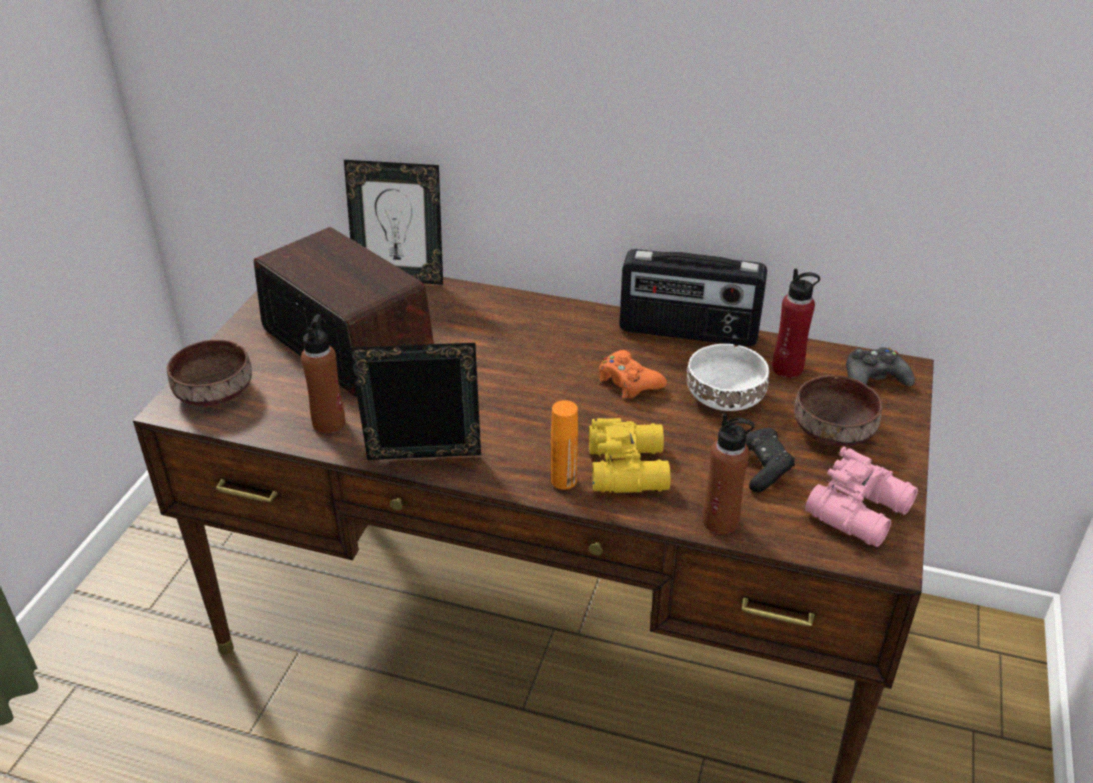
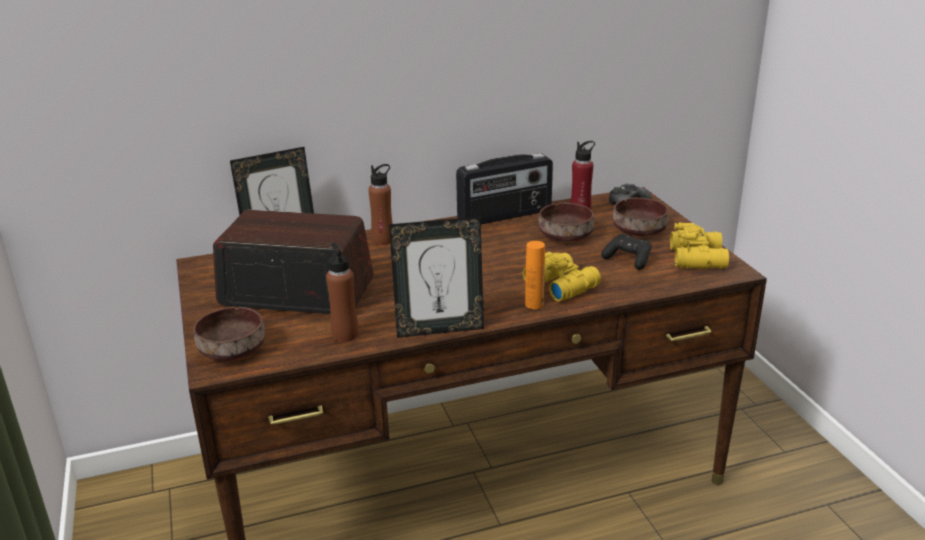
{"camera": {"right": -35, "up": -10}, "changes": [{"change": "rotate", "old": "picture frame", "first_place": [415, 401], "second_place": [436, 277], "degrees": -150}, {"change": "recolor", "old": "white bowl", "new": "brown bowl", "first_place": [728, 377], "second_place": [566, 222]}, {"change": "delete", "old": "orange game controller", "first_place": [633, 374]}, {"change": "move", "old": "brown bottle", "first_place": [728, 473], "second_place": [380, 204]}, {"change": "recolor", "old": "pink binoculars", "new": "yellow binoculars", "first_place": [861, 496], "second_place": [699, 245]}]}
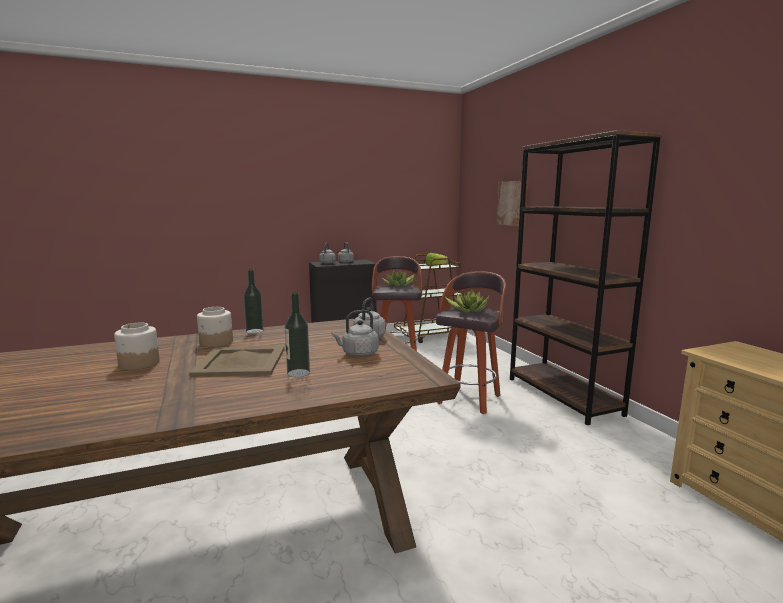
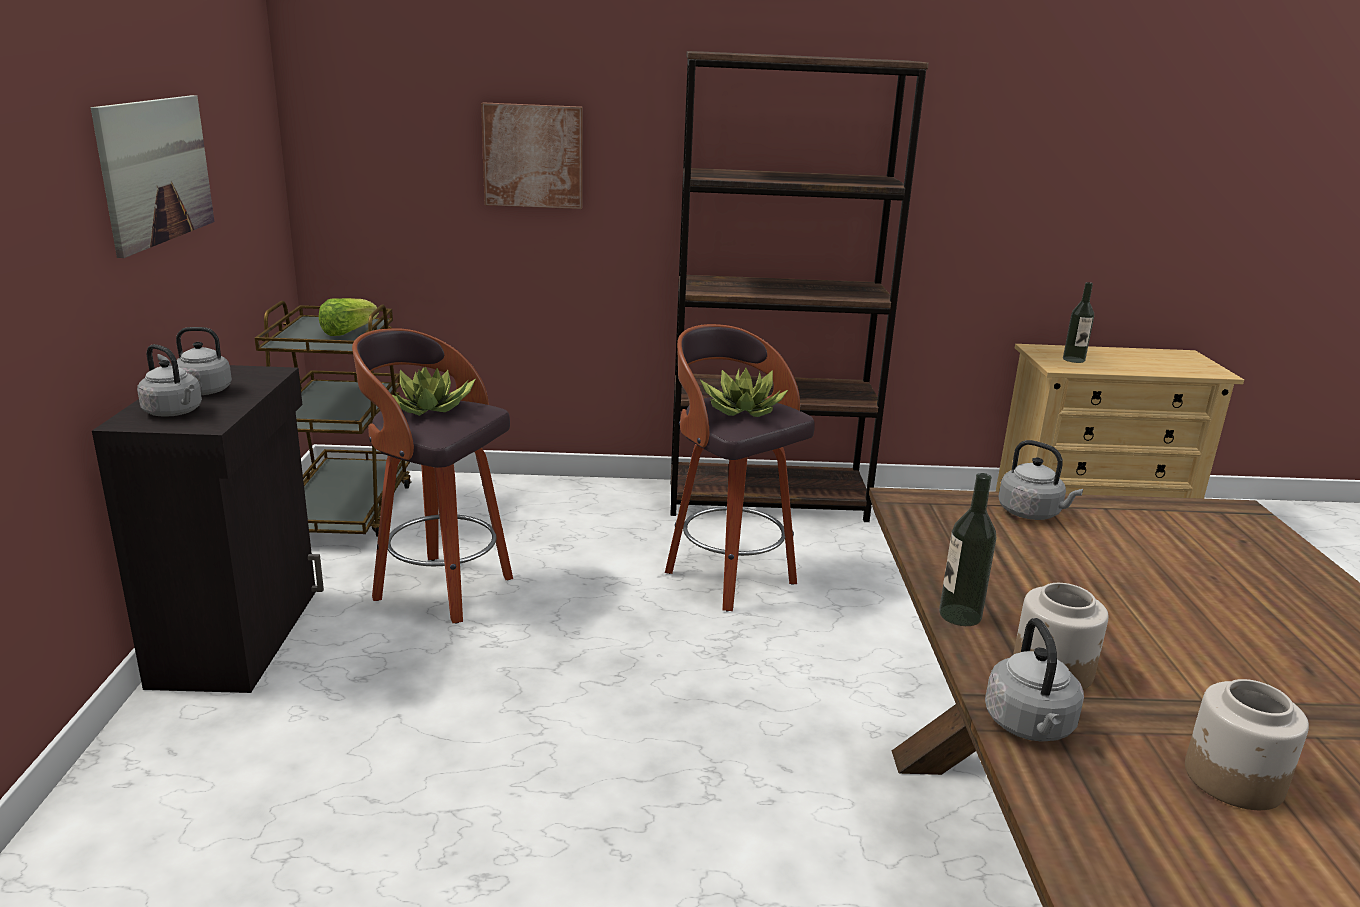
{"camera": {"right": -70, "up": 10}, "changes": [{"change": "move", "old": "bottle", "first_place": [297, 334], "second_place": [1078, 322]}, {"change": "move", "old": "grey kettle", "first_place": [355, 333], "second_place": [1034, 680]}, {"change": "delete", "old": "beige tray", "first_place": [237, 361]}, {"change": "insert", "new": "picture", "second_place": [152, 176]}]}
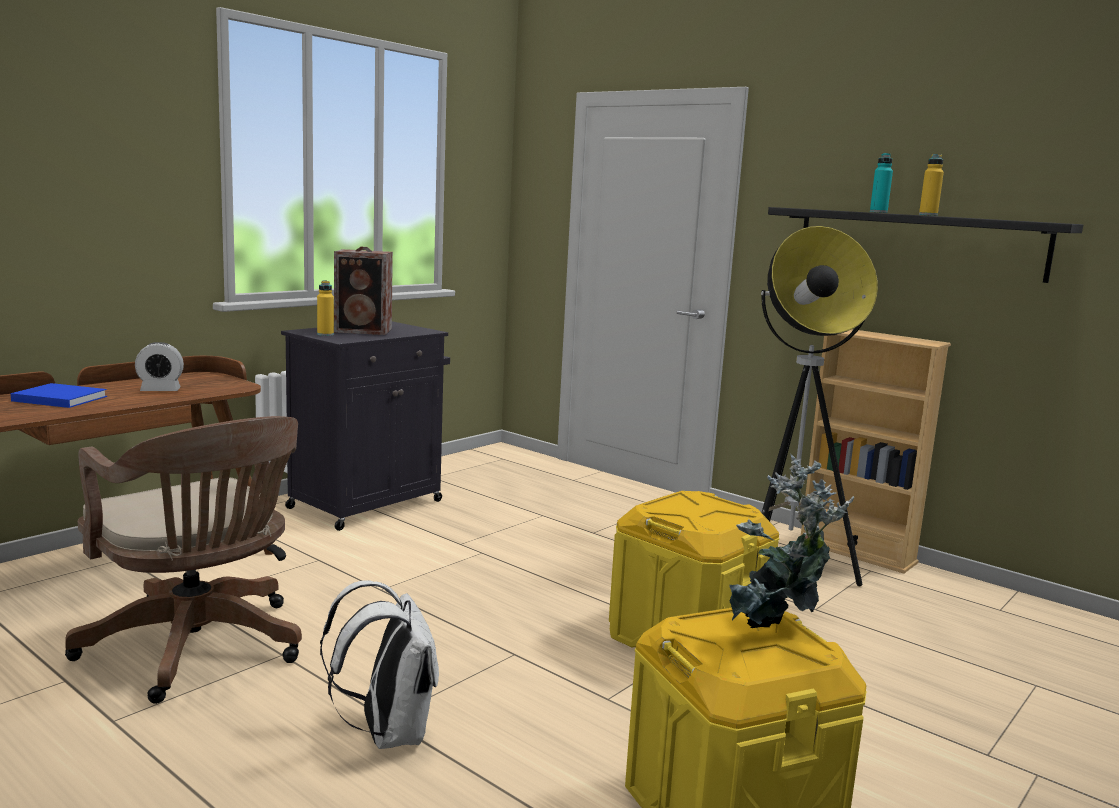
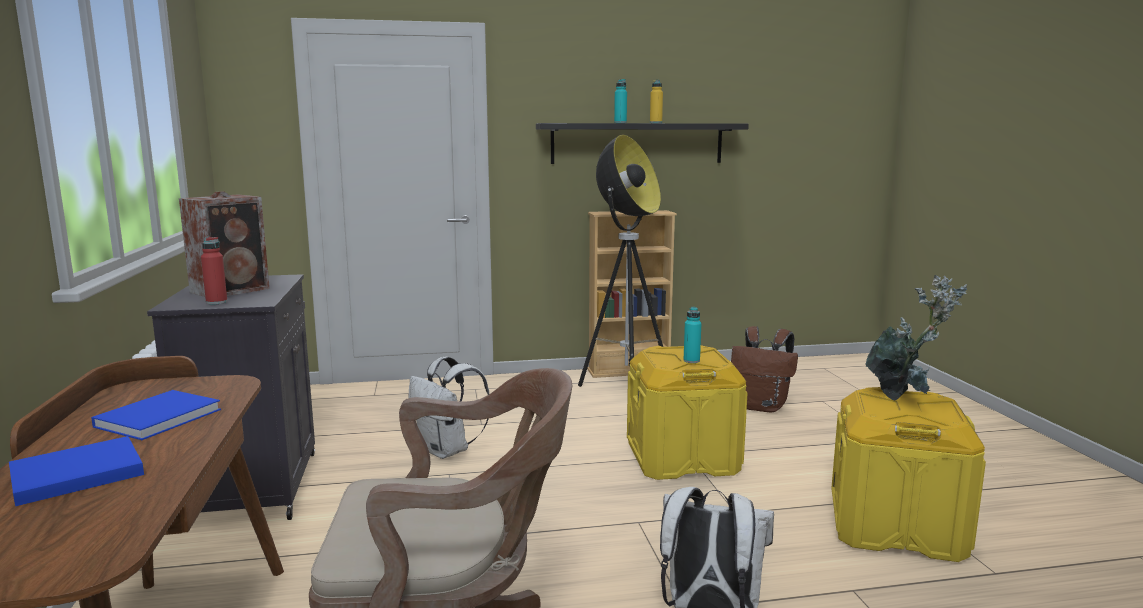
{"camera": {"right": -50, "up": 0}, "changes": [{"change": "recolor", "old": "yellow bottle", "new": "red bottle", "first_place": [325, 308], "second_place": [214, 270]}, {"change": "replace", "old": "alarm clock", "new": "blue book", "first_place": [159, 366], "second_place": [156, 415]}, {"change": "insert", "new": "turquoise bottle", "second_place": [692, 335]}, {"change": "insert", "new": "brown backpack", "second_place": [764, 369]}, {"change": "insert", "new": "white backpack", "second_place": [449, 407]}]}
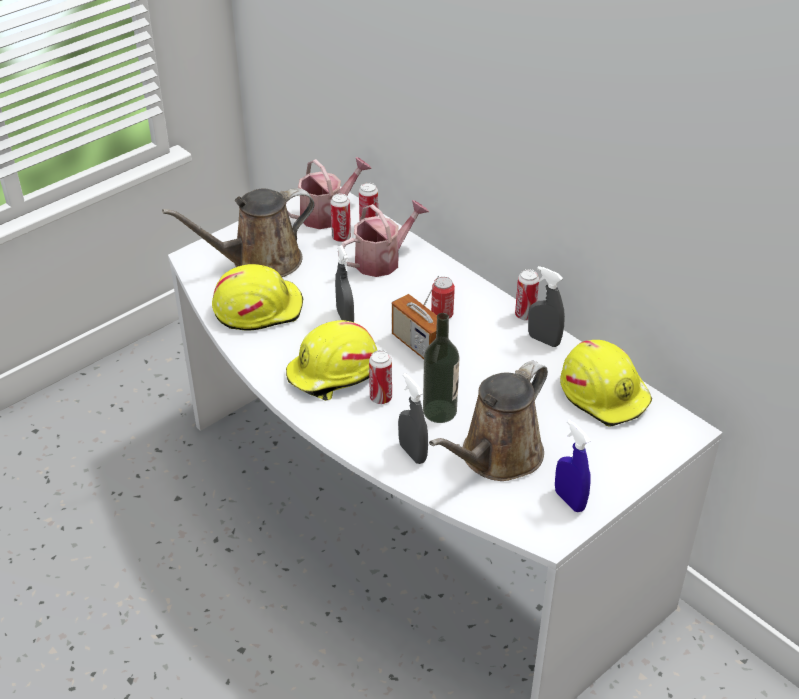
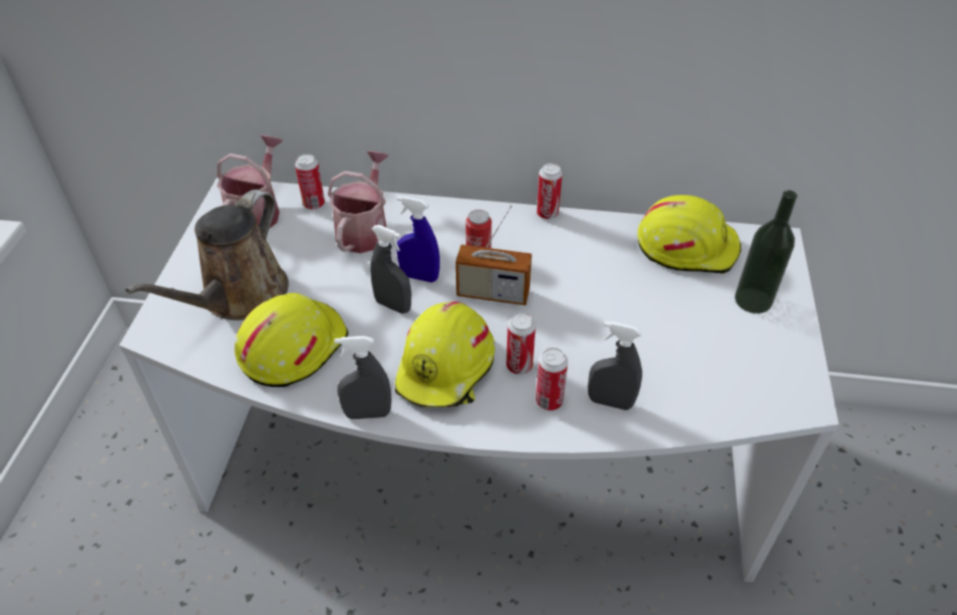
{"camera": {"right": -40, "up": 5}, "changes": [{"change": "move", "old": "can", "first_place": [340, 217], "second_place": [552, 379]}, {"change": "move", "old": "grey spray bottle", "first_place": [546, 306], "second_place": [363, 377]}, {"change": "move", "old": "bottle", "first_place": [441, 368], "second_place": [766, 252]}, {"change": "delete", "old": "brown watering can", "first_place": [488, 421]}, {"change": "move", "old": "blue spray bottle", "first_place": [572, 465], "second_place": [418, 239]}]}
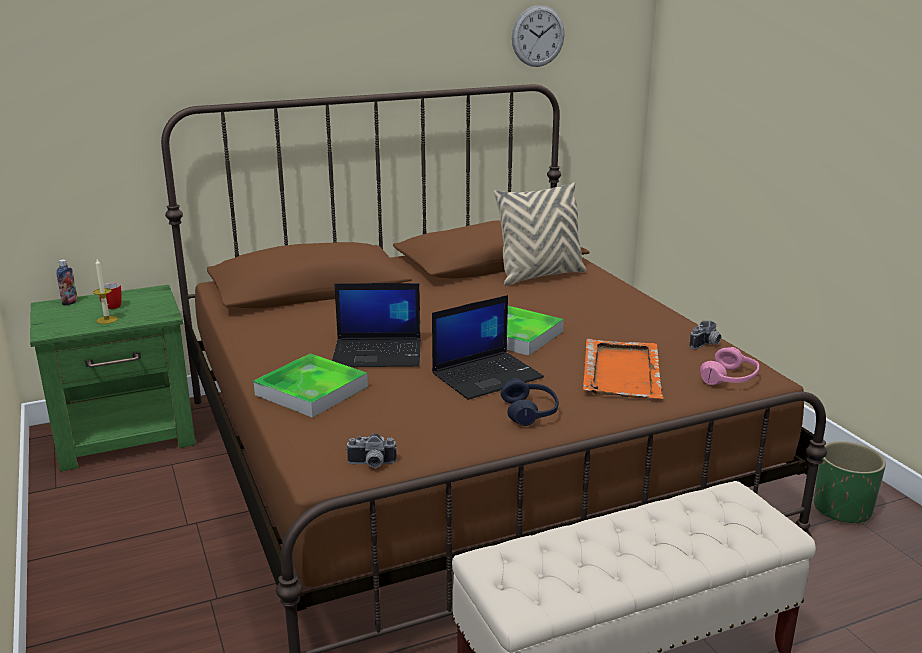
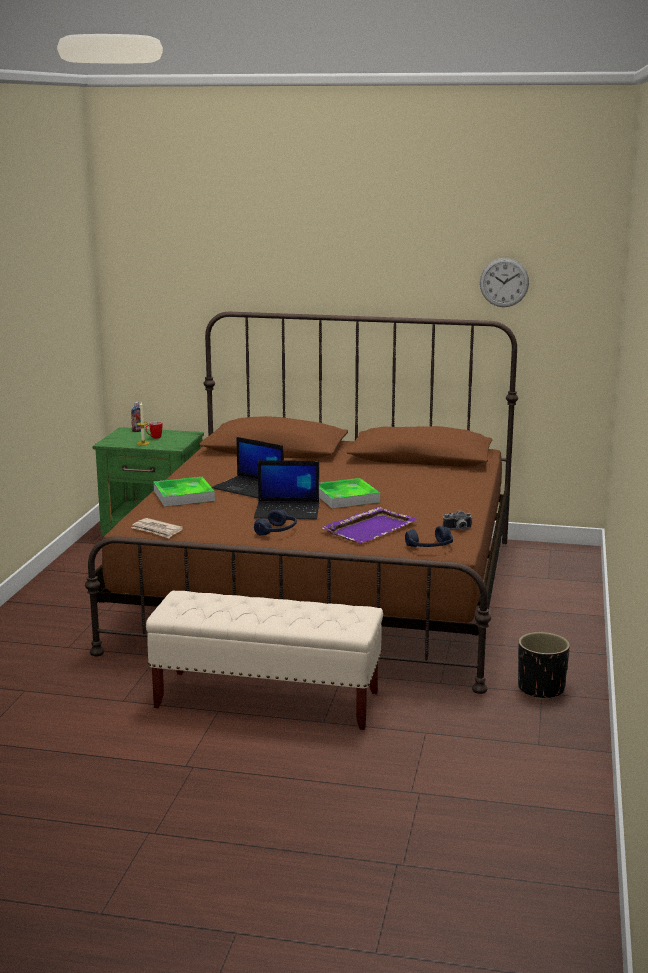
{"camera": {"right": 35, "up": -5}, "changes": [{"change": "delete", "old": "beige pillow", "first_place": [540, 234]}, {"change": "recolor", "old": "orange tray", "new": "purple tray", "first_place": [623, 369], "second_place": [369, 525]}, {"change": "recolor", "old": "pink headphones", "new": "blue headphones", "first_place": [729, 366], "second_place": [429, 536]}, {"change": "replace", "old": "photo camera", "new": "newspaper", "first_place": [371, 450], "second_place": [157, 528]}, {"change": "recolor", "old": "green planter", "new": "black planter", "first_place": [850, 483], "second_place": [544, 666]}]}
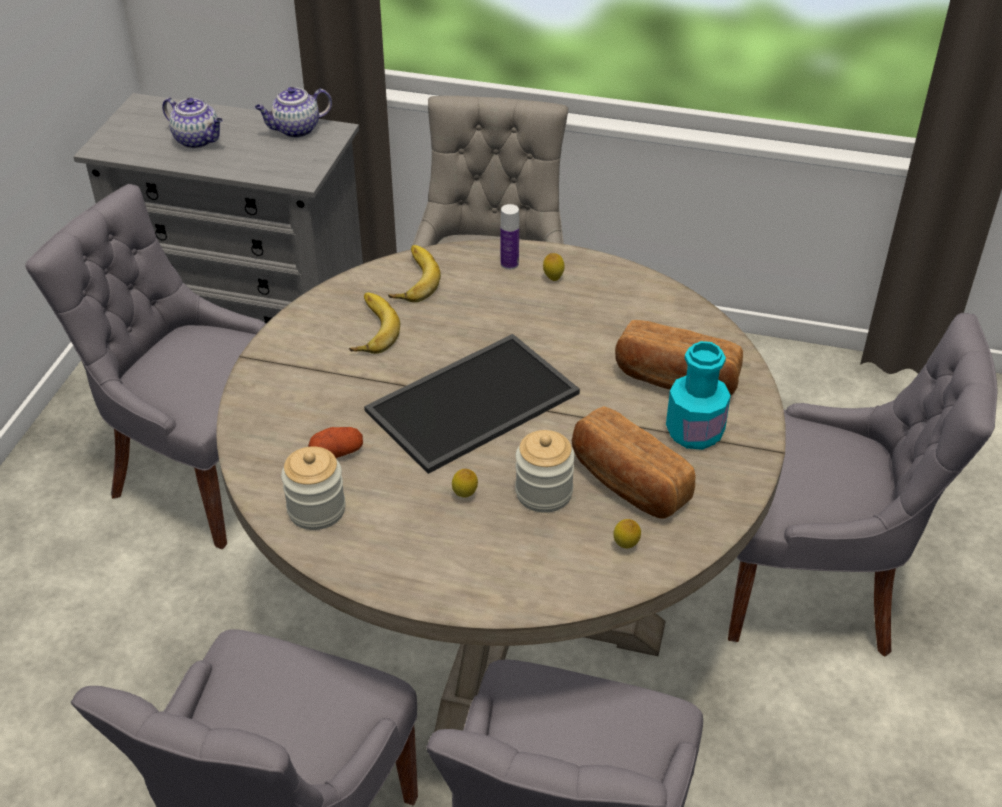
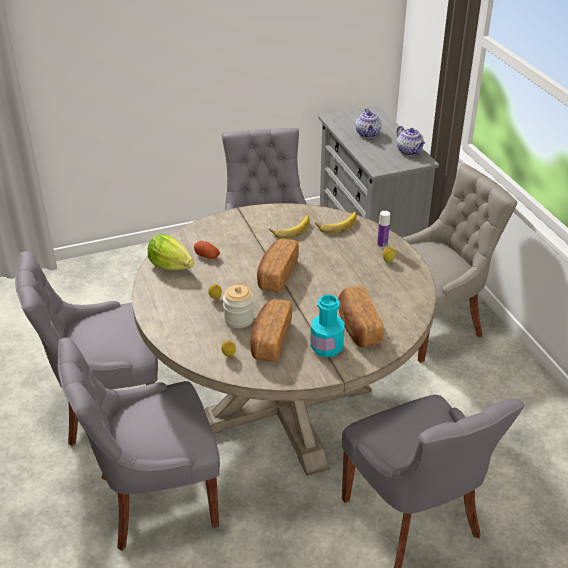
{"camera": {"right": 55, "up": -5}, "changes": [{"change": "rotate", "old": "teapot", "first_place": [293, 112], "second_place": [411, 141], "degrees": -150}, {"change": "replace", "old": "tray", "new": "bread", "first_place": [472, 404], "second_place": [278, 265]}, {"change": "replace", "old": "jar", "new": "lettuce", "first_place": [313, 488], "second_place": [171, 252]}]}
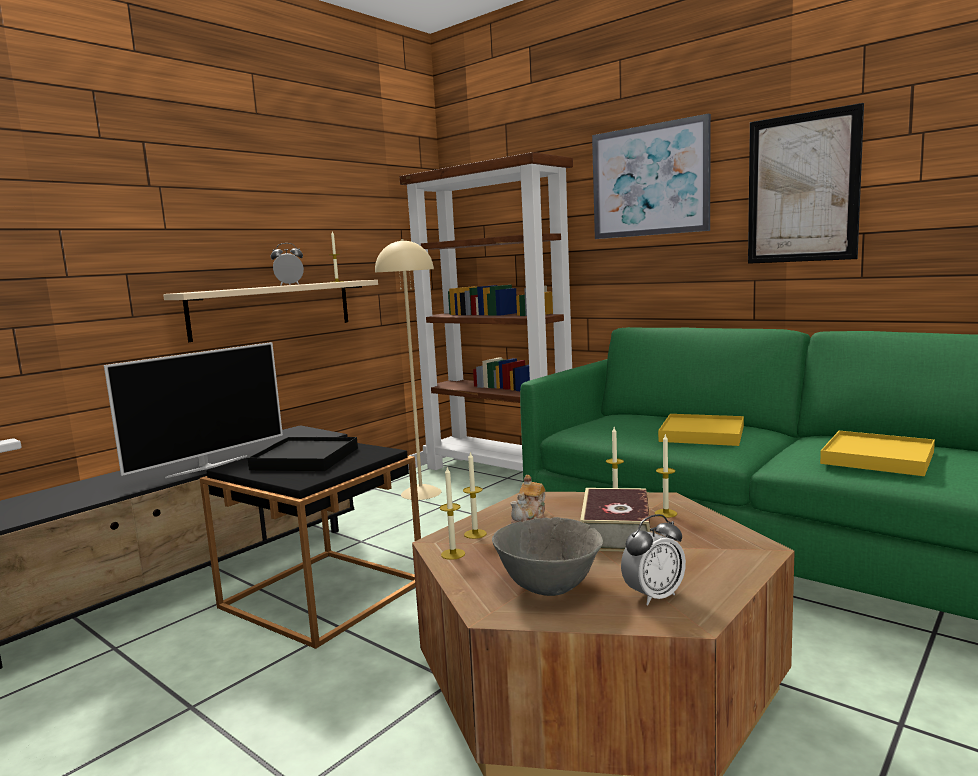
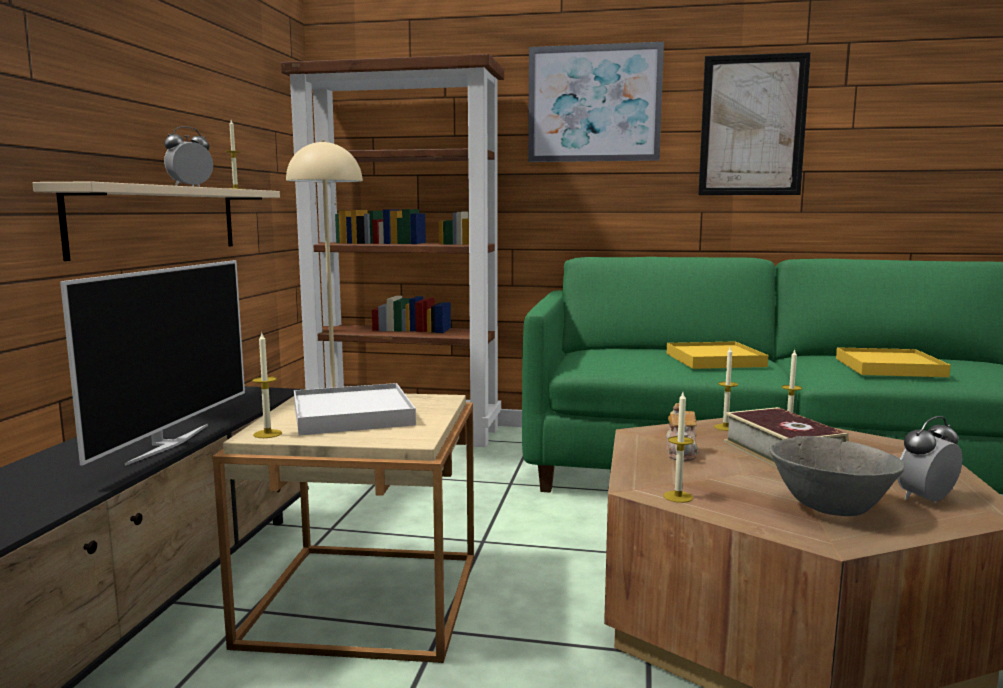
{"camera": {"right": -30, "up": 0}, "changes": [{"change": "recolor", "old": "black tray", "new": "white tray", "first_place": [303, 454], "second_place": [355, 409]}, {"change": "recolor", "old": "black side table", "new": "beige side table", "first_place": [310, 546], "second_place": [343, 528]}, {"change": "move", "old": "candle", "first_place": [475, 495], "second_place": [267, 385]}, {"change": "rotate", "old": "alarm clock", "first_place": [653, 560], "second_place": [930, 459], "degrees": -150}]}
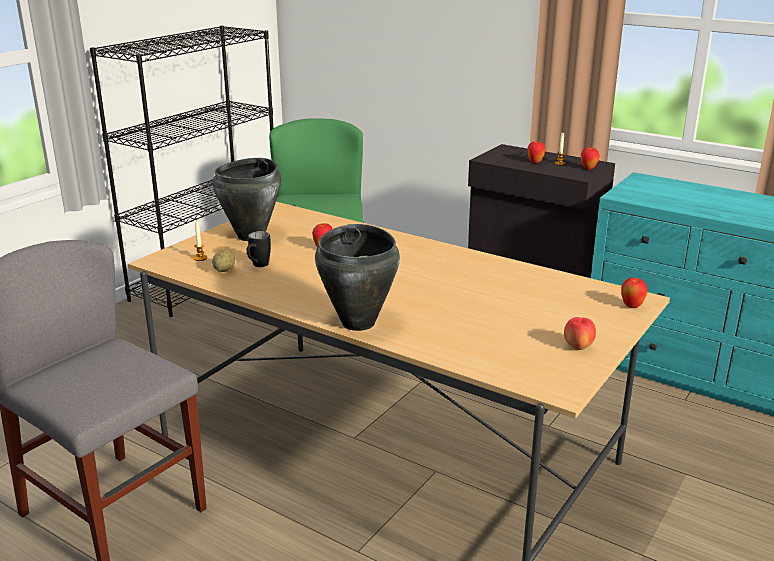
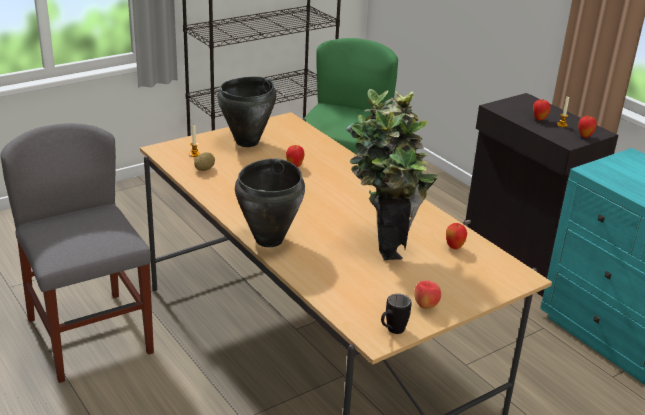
{"camera": {"right": 20, "up": 5}, "changes": [{"change": "move", "old": "black mug", "first_place": [259, 249], "second_place": [396, 314]}, {"change": "move", "old": "apple", "first_place": [634, 293], "second_place": [456, 236]}, {"change": "insert", "new": "potted plant", "second_place": [392, 174]}]}
